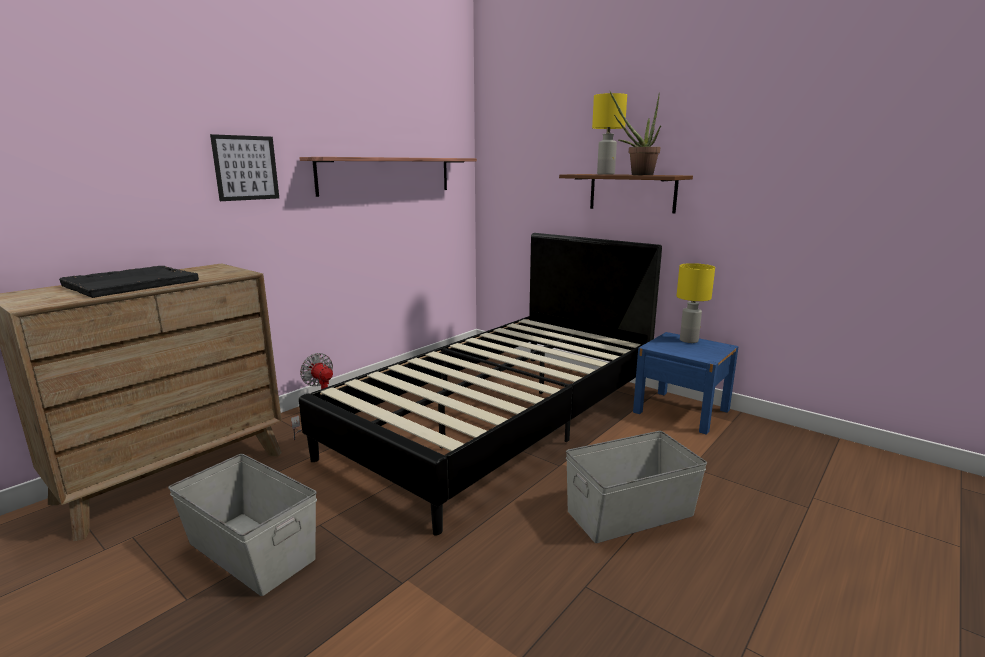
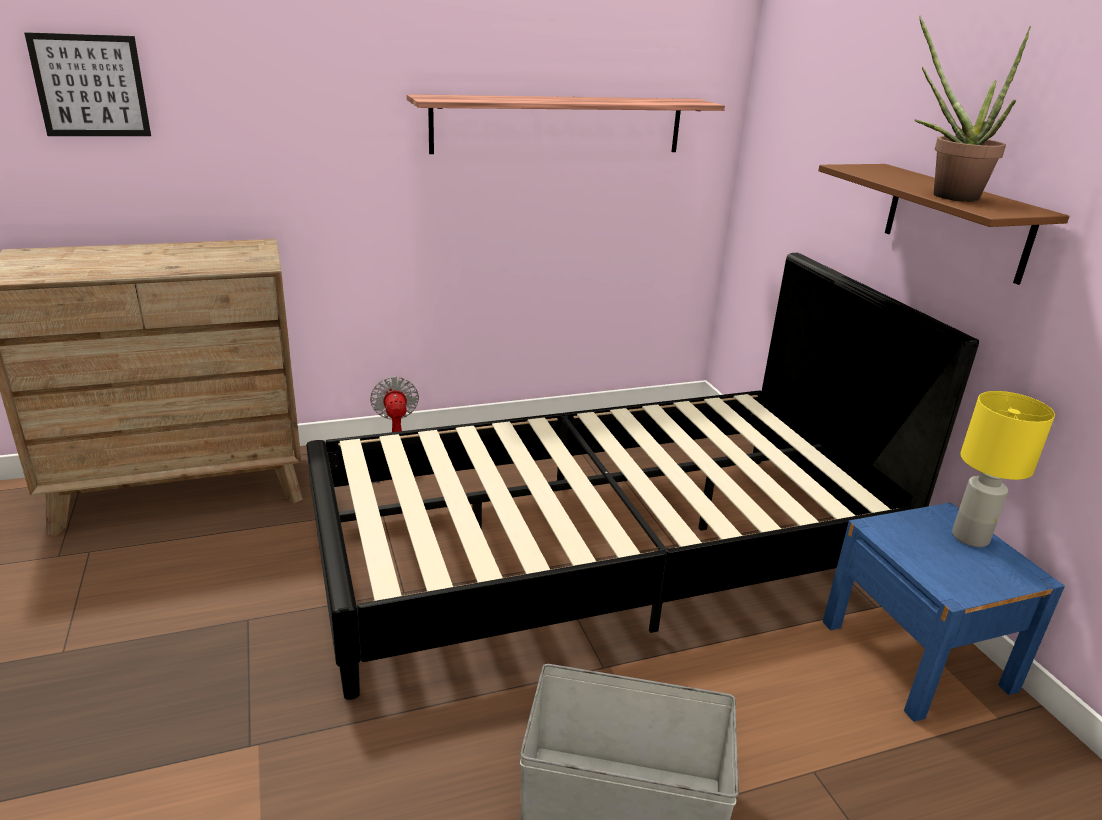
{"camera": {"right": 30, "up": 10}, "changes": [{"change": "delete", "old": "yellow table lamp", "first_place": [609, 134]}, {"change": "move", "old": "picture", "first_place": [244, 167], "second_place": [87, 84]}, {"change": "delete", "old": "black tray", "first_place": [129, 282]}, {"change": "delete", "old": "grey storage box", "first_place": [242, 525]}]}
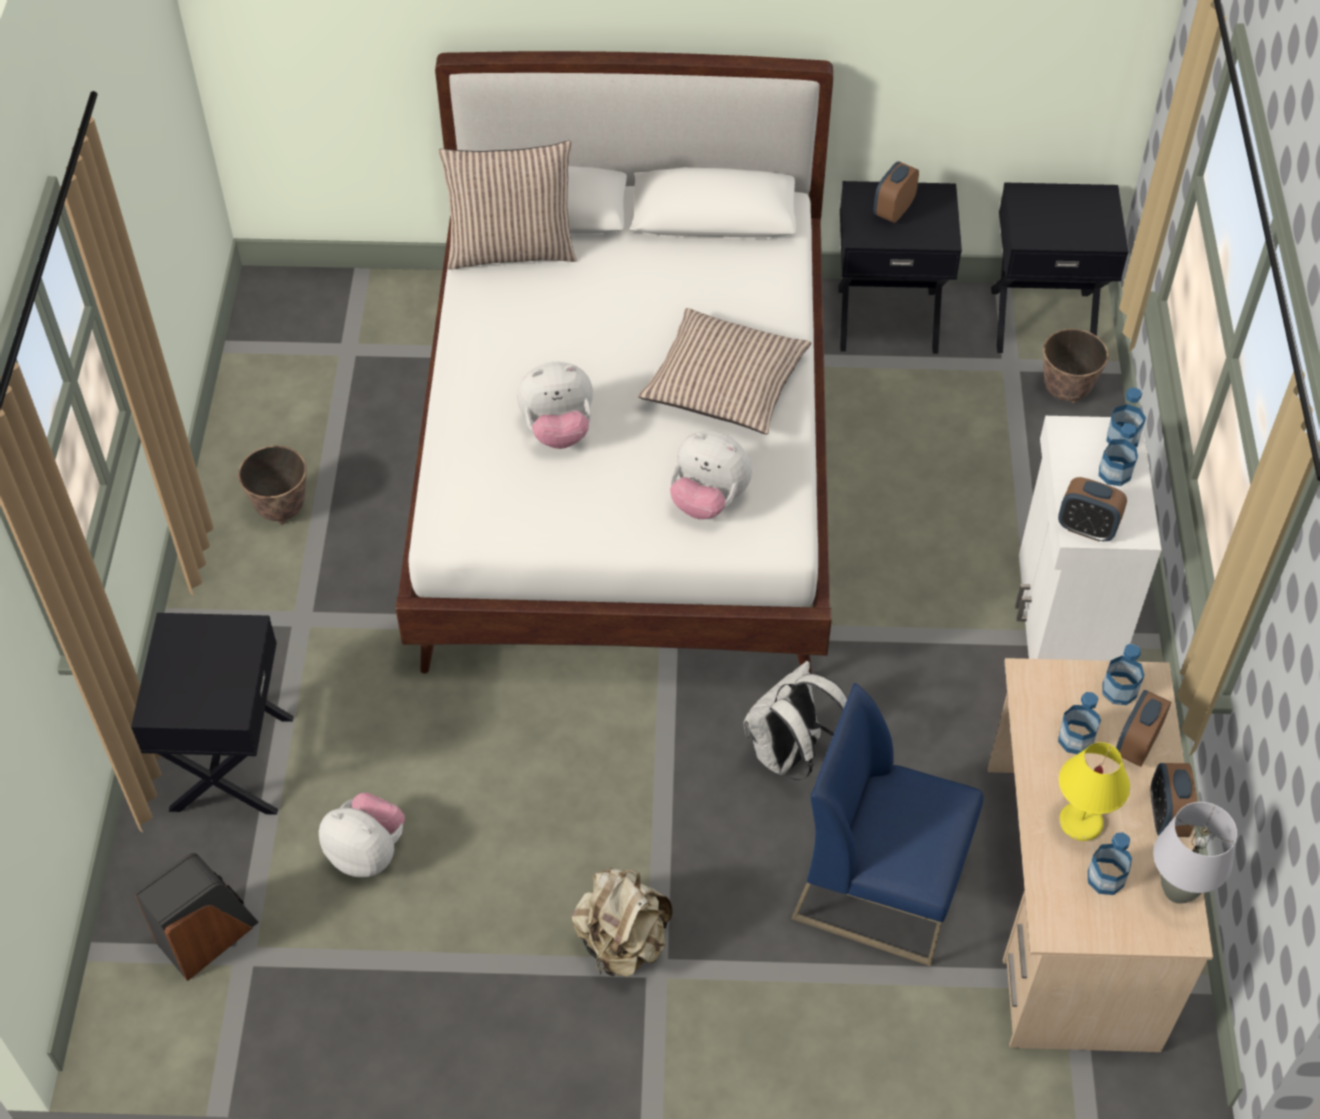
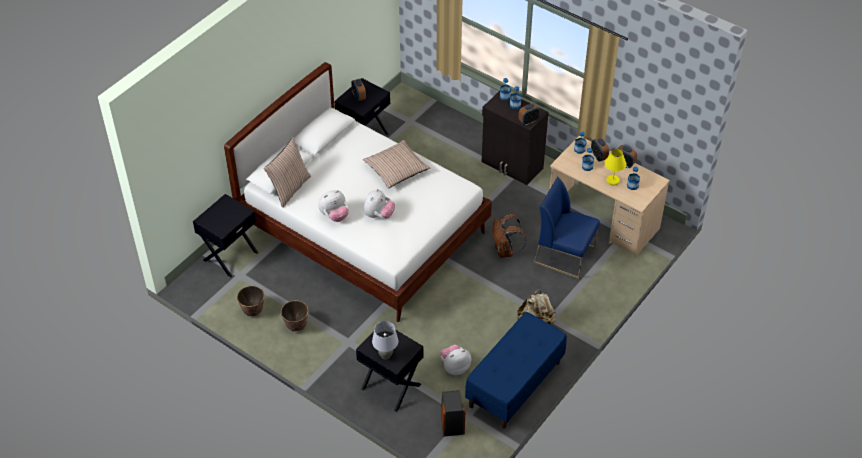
{"camera": {"right": -55, "up": -5}, "changes": [{"change": "move", "old": "black nightstand", "first_place": [1059, 268], "second_place": [226, 235]}, {"change": "move", "old": "planter", "first_place": [1075, 366], "second_place": [250, 301]}, {"change": "recolor", "old": "white cabinet", "new": "black cabinet", "first_place": [1088, 538], "second_place": [515, 138]}, {"change": "move", "old": "plush toy", "first_place": [711, 475], "second_place": [333, 206]}, {"change": "recolor", "old": "white backpack", "new": "brown backpack", "first_place": [795, 721], "second_place": [509, 236]}, {"change": "rotate", "old": "blue chair", "first_place": [887, 824], "second_place": [566, 228], "degrees": 60}, {"change": "move", "old": "grey table lamp", "first_place": [1195, 853], "second_place": [385, 340]}, {"change": "insert", "new": "blue bench", "second_place": [516, 370]}]}
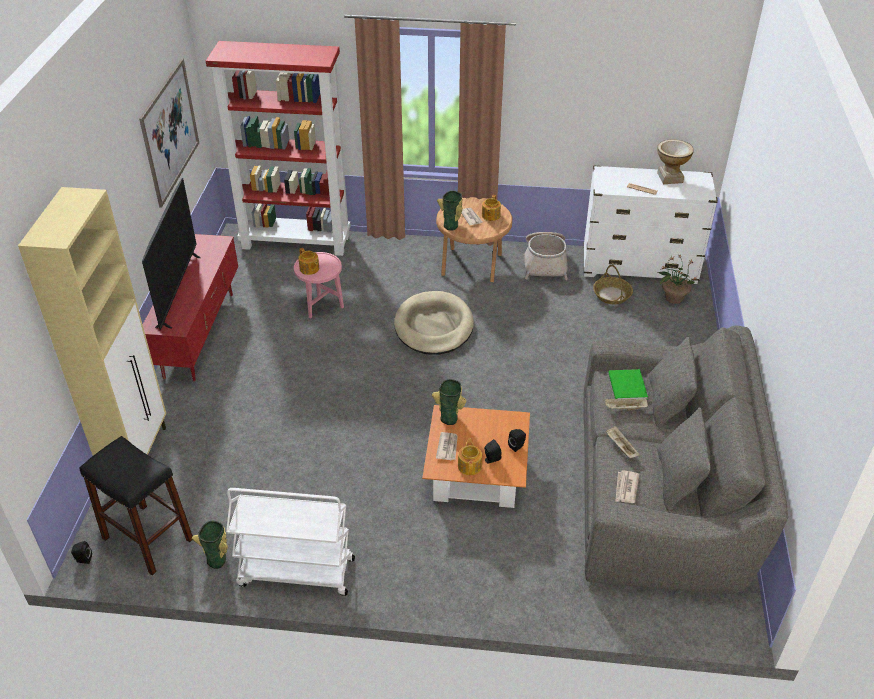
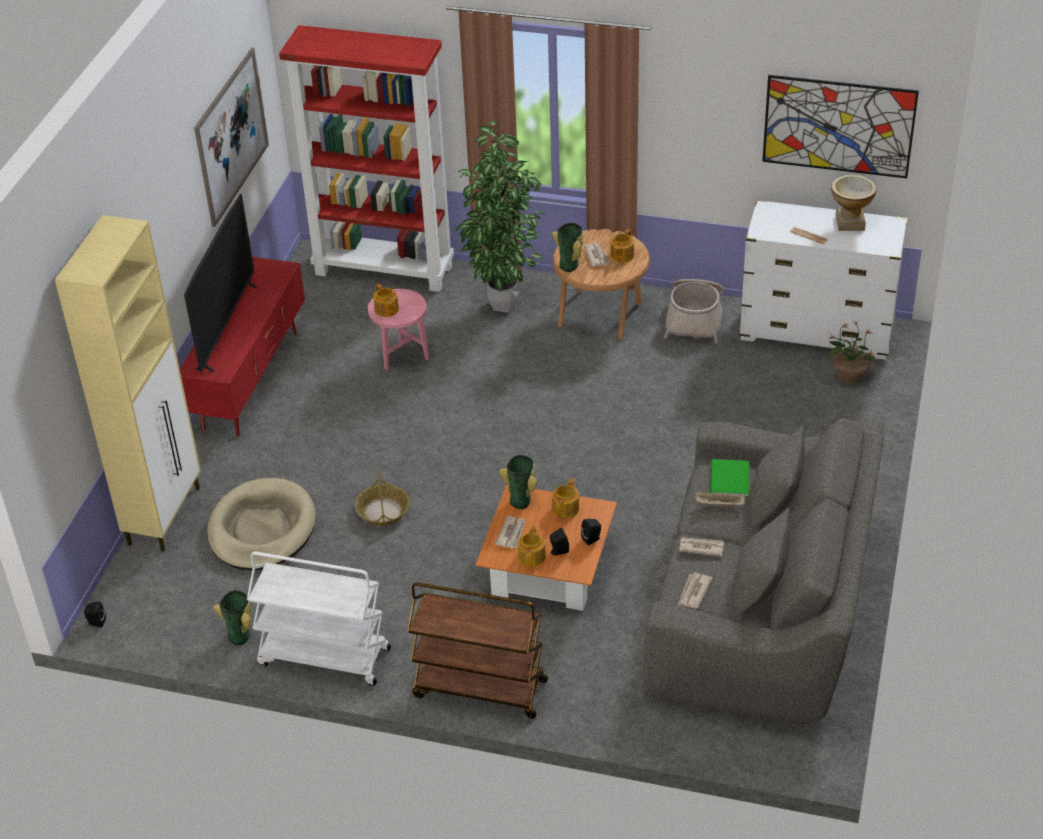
{"camera": {"right": 10, "up": 0}, "changes": [{"change": "move", "old": "basket", "first_place": [613, 284], "second_place": [382, 498]}, {"change": "move", "old": "beige dog bed", "first_place": [434, 323], "second_place": [261, 524]}, {"change": "replace", "old": "beige tray", "new": "newspaper", "first_place": [623, 442], "second_place": [702, 547]}, {"change": "delete", "old": "black stool", "first_place": [136, 505]}, {"change": "insert", "new": "picture", "second_place": [840, 126]}, {"change": "insert", "new": "potted plant", "second_place": [500, 217]}, {"change": "insert", "new": "teapot", "second_place": [565, 498]}, {"change": "insert", "new": "brown cart", "second_place": [477, 650]}]}
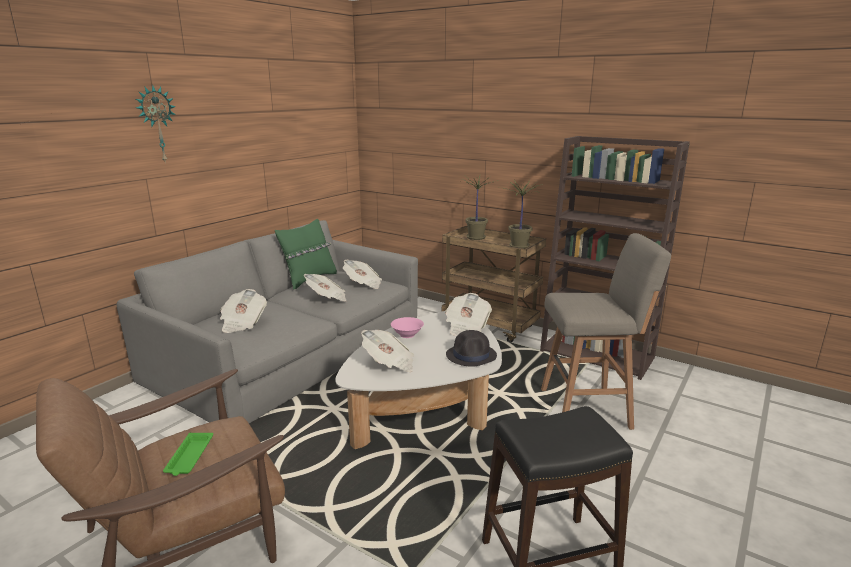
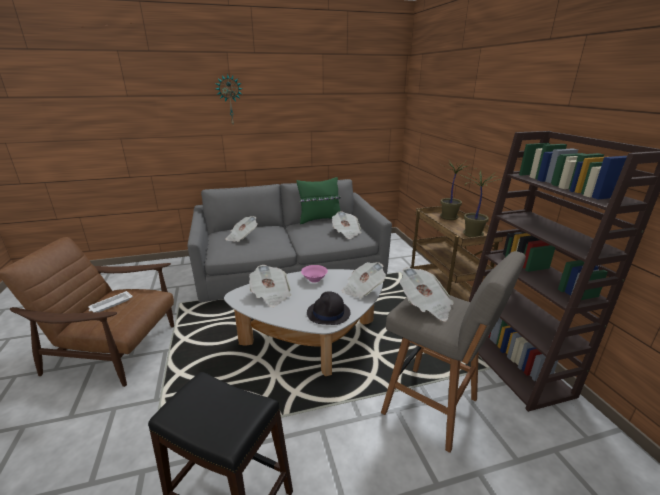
{"camera": {"right": 40, "up": 5}, "changes": [{"change": "move", "old": "newspaper", "first_place": [325, 287], "second_place": [427, 294]}, {"change": "recolor", "old": "green tray", "new": "white tray", "first_place": [188, 454], "second_place": [110, 302]}]}
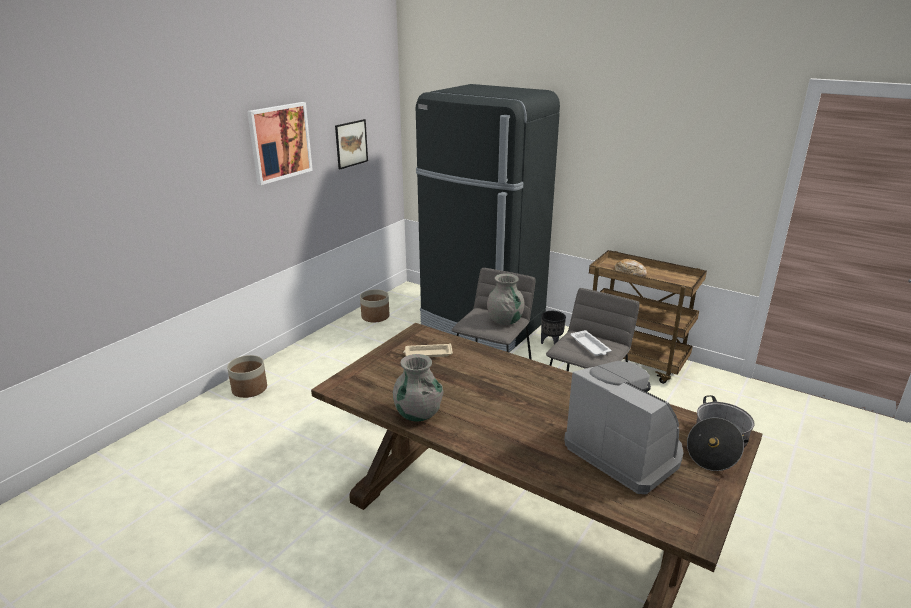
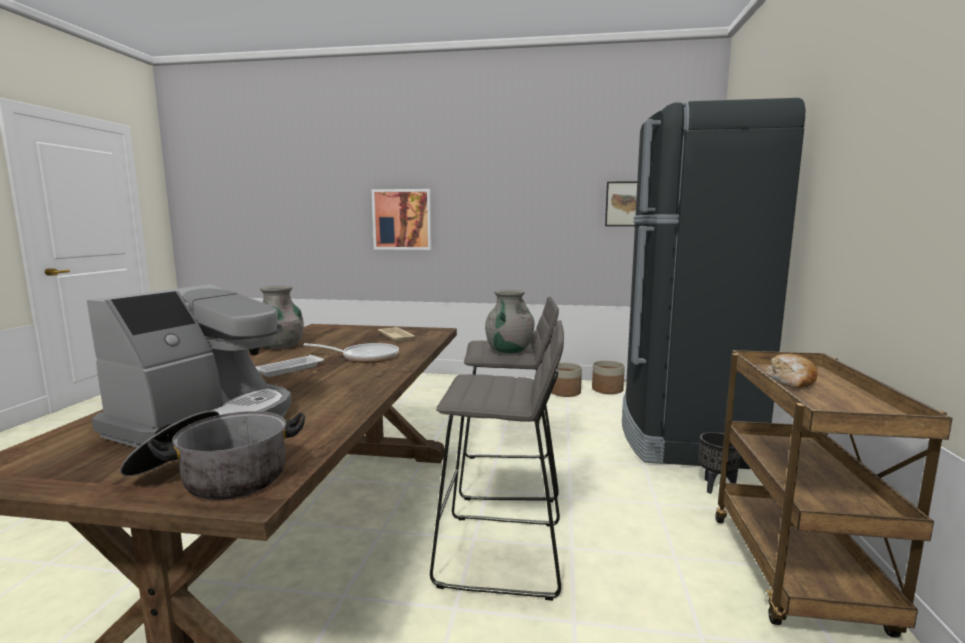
{"camera": {"right": 65, "up": -15}, "changes": [{"change": "move", "old": "picture", "first_place": [280, 143], "second_place": [402, 219]}, {"change": "move", "old": "white tray", "first_place": [591, 343], "second_place": [290, 366]}, {"change": "move", "old": "planter", "first_place": [247, 376], "second_place": [566, 380]}, {"change": "insert", "new": "frying pan", "second_place": [351, 353]}]}
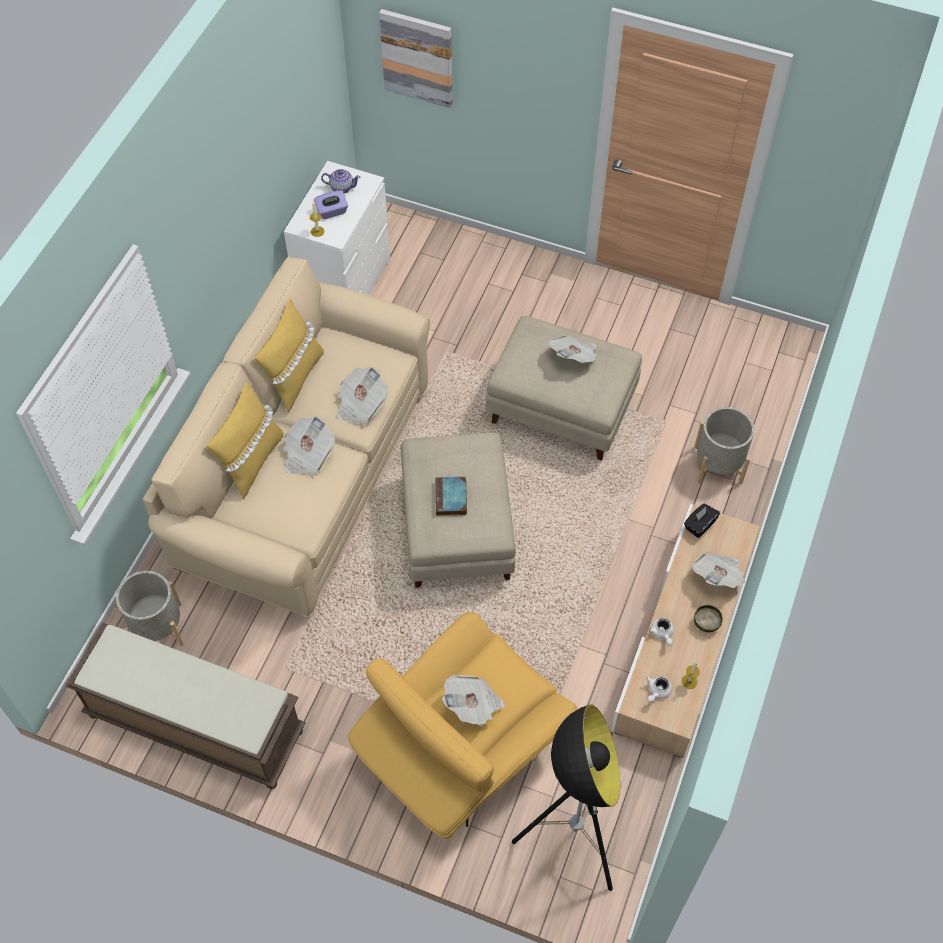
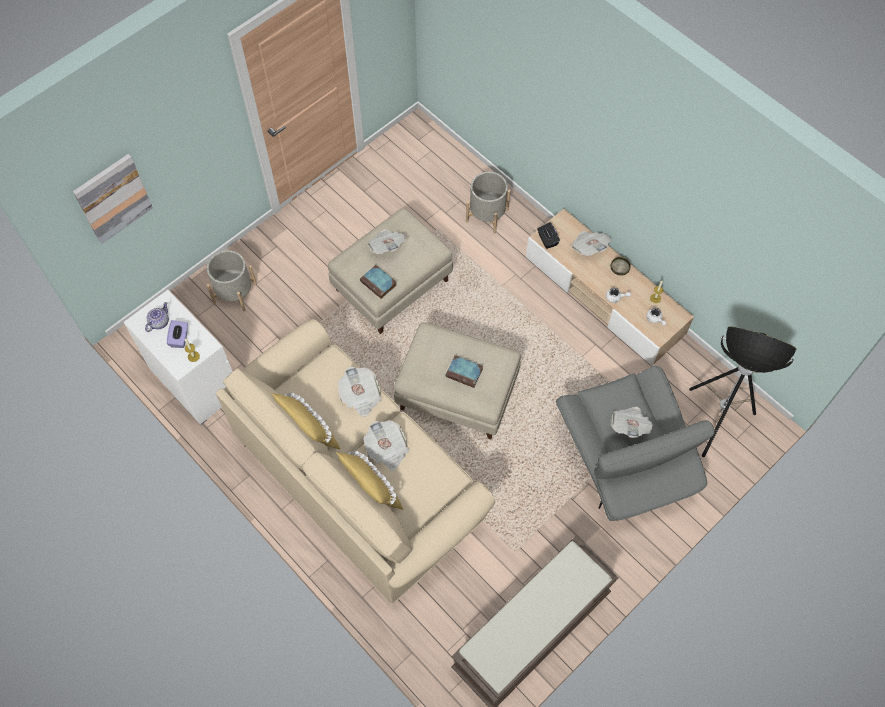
{"camera": {"right": -65, "up": 5}, "changes": [{"change": "move", "old": "grey planter", "first_place": [149, 608], "second_place": [232, 281]}, {"change": "recolor", "old": "yellow armchair", "new": "grey armchair", "first_place": [463, 725], "second_place": [635, 443]}, {"change": "insert", "new": "book", "second_place": [378, 282]}]}
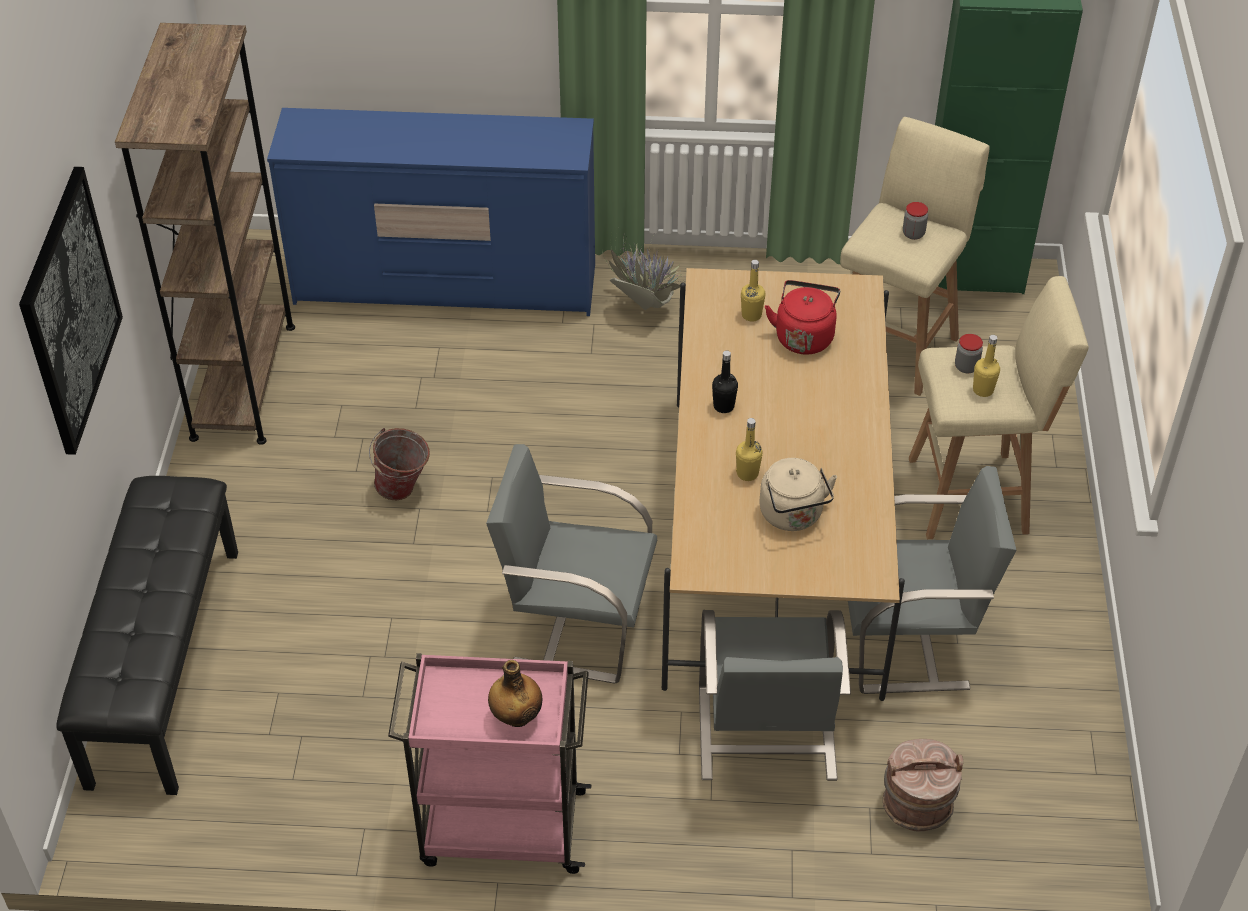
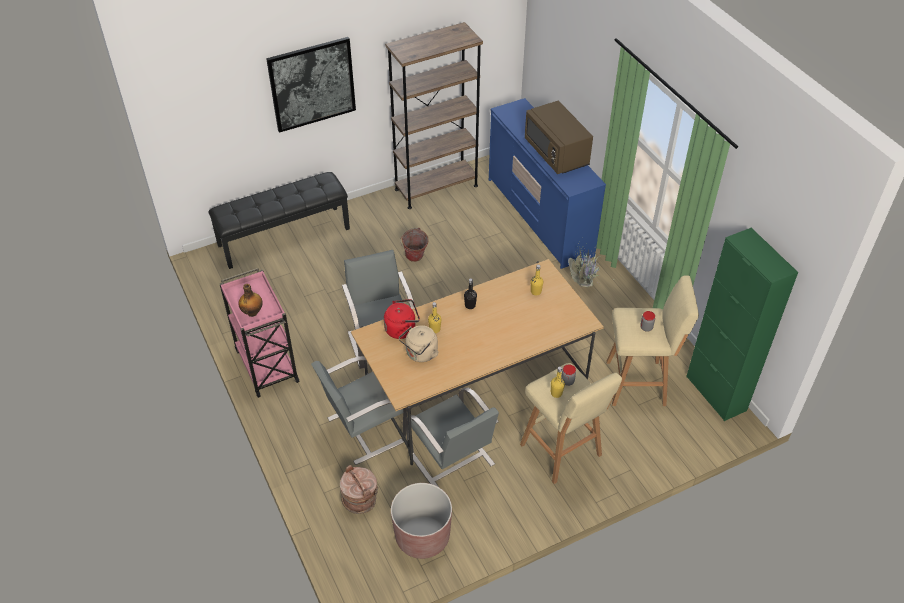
{"camera": {"right": 60, "up": 0}, "changes": [{"change": "move", "old": "red kettle", "first_place": [802, 317], "second_place": [402, 319]}, {"change": "insert", "new": "brown microwave", "second_place": [559, 137]}, {"change": "insert", "new": "brown planter", "second_place": [421, 521]}]}
